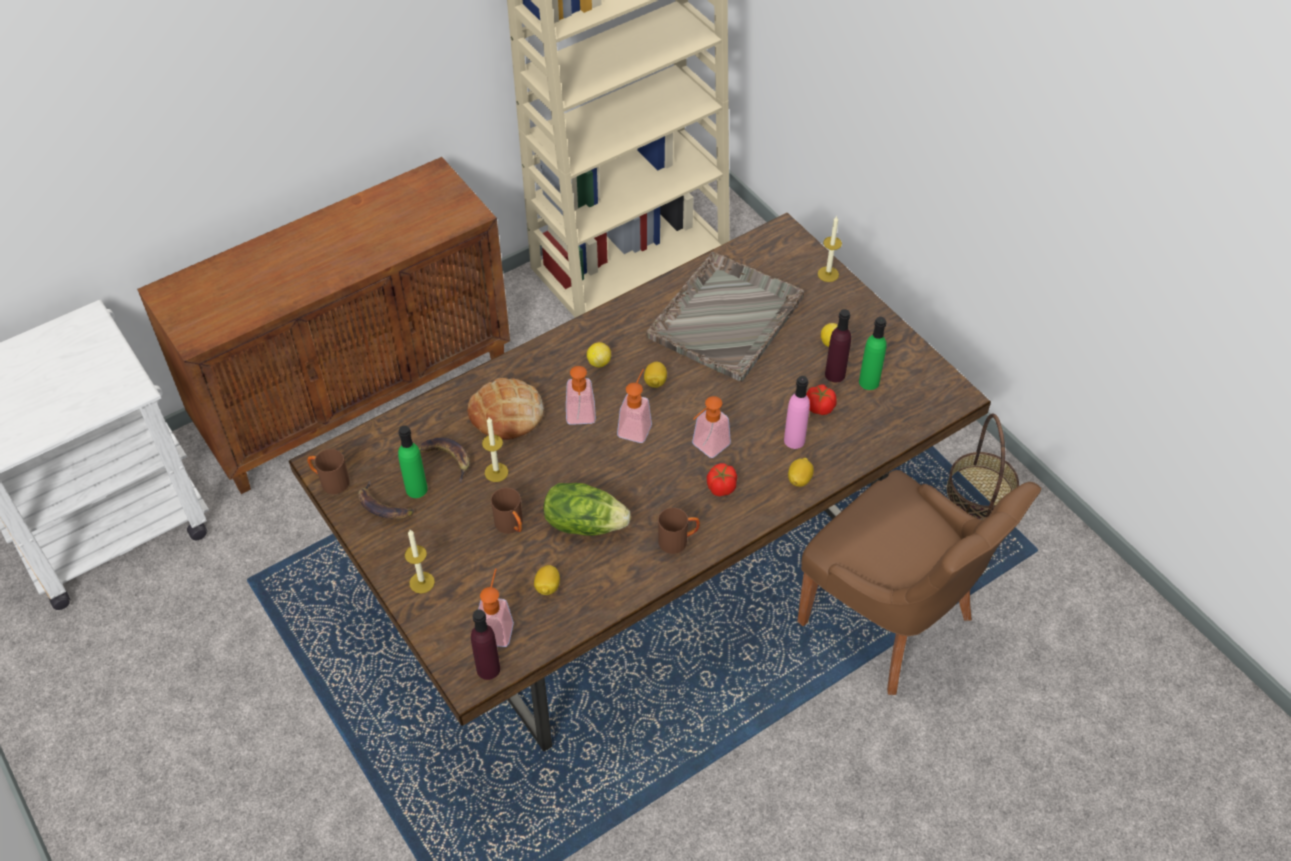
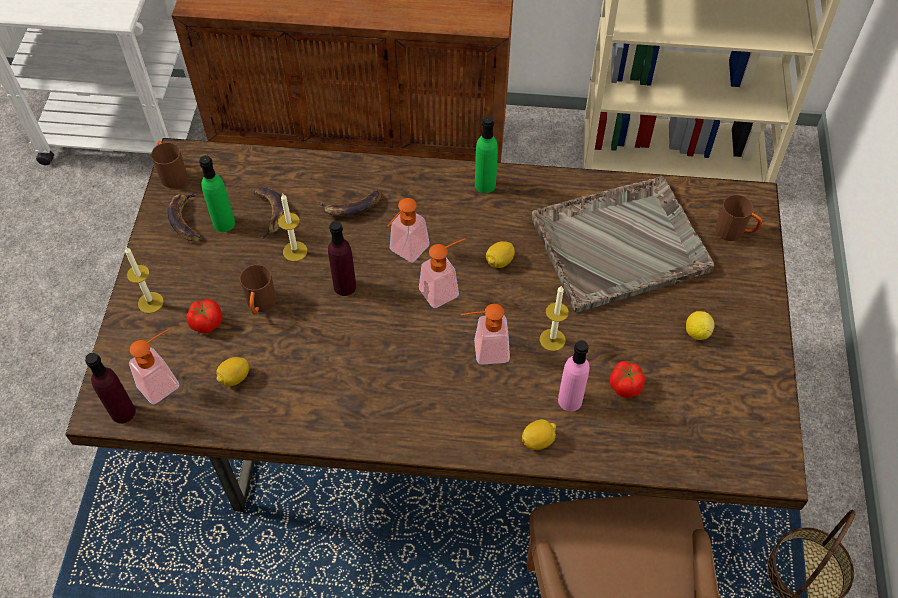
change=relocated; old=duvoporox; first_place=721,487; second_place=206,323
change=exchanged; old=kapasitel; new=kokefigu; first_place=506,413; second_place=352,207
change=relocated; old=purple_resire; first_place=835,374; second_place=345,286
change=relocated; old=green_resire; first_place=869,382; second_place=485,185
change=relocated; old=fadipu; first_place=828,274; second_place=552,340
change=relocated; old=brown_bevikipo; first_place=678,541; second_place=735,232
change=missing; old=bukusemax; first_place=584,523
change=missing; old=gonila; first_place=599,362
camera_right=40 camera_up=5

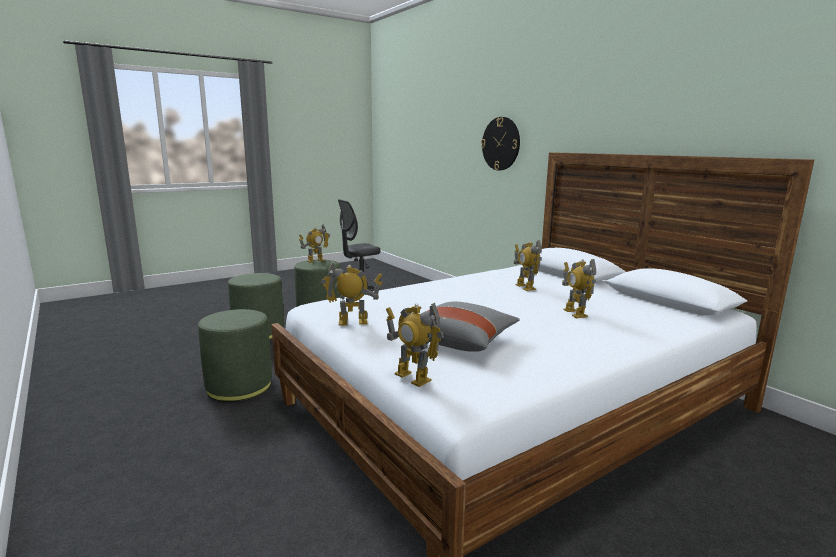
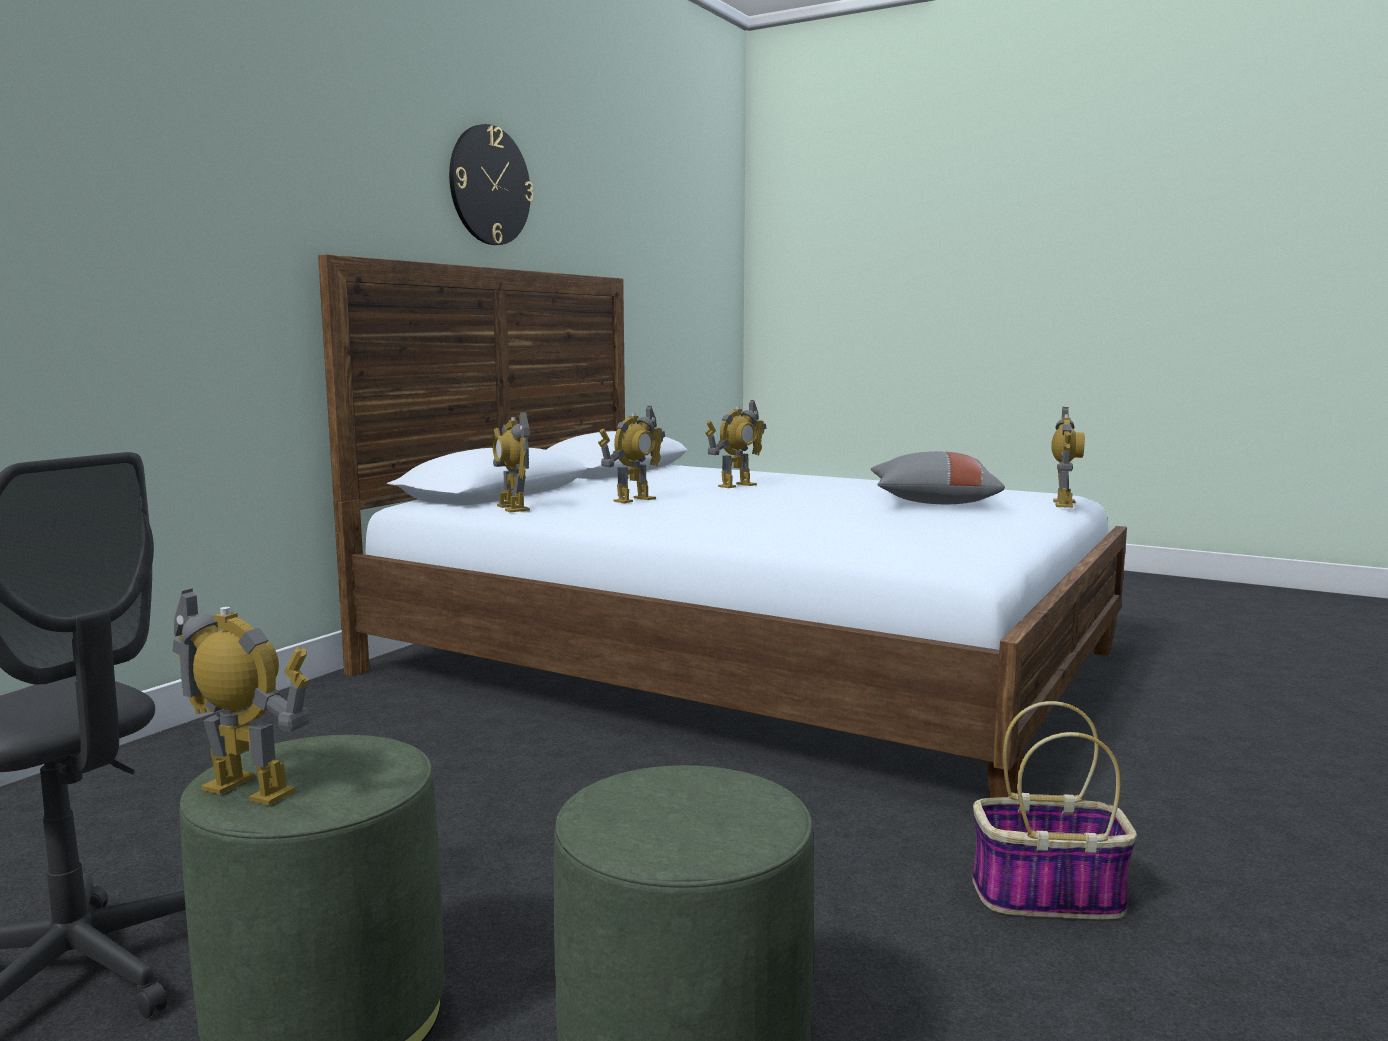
change=relocated; old=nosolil; first_place=501,143; second_place=489,185
change=relocated; old=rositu; first_place=352,322; second_place=512,508
change=exchanged; old=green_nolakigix; new=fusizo; first_place=239,386; second_place=1046,897
camera_right=-115 camera_up=-5

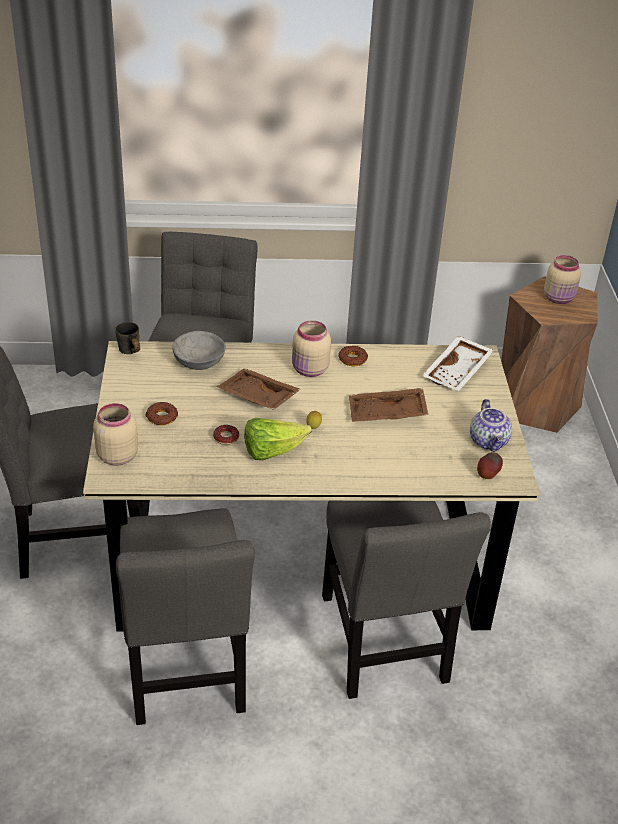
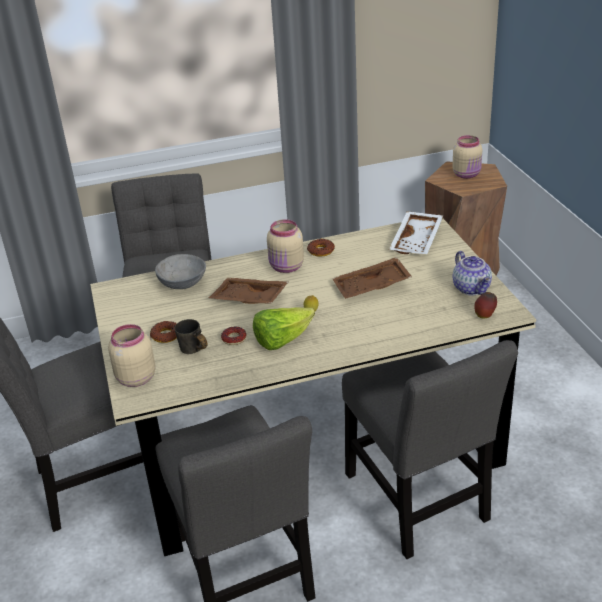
change=relocated; old=grey_bevikipo; first_place=128,353; second_place=192,352
camera_right=-10 camera_up=-5

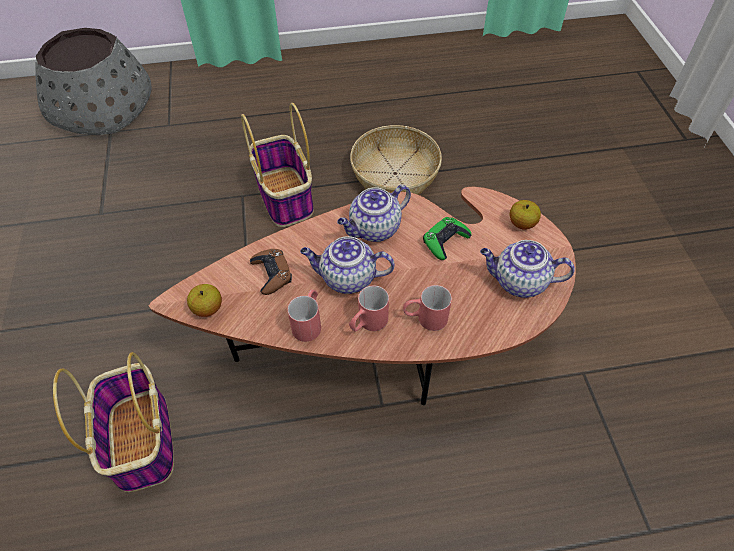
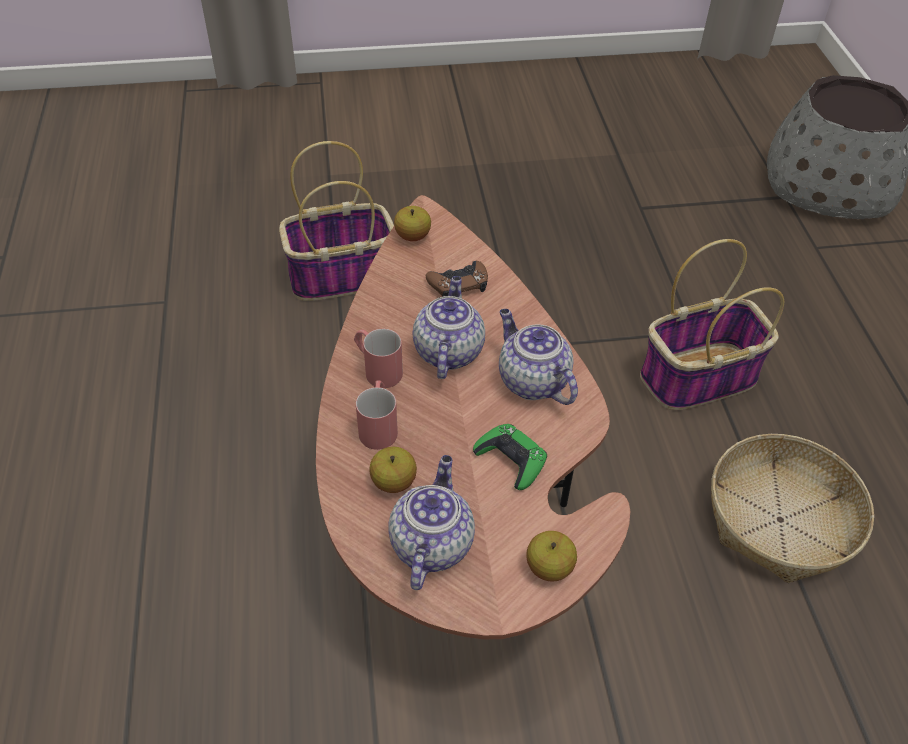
change=appeared; new=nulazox; second_place=393,482
change=missing; old=red_bevikipo; first_place=309,322
camera_right=90 camera_up=-5

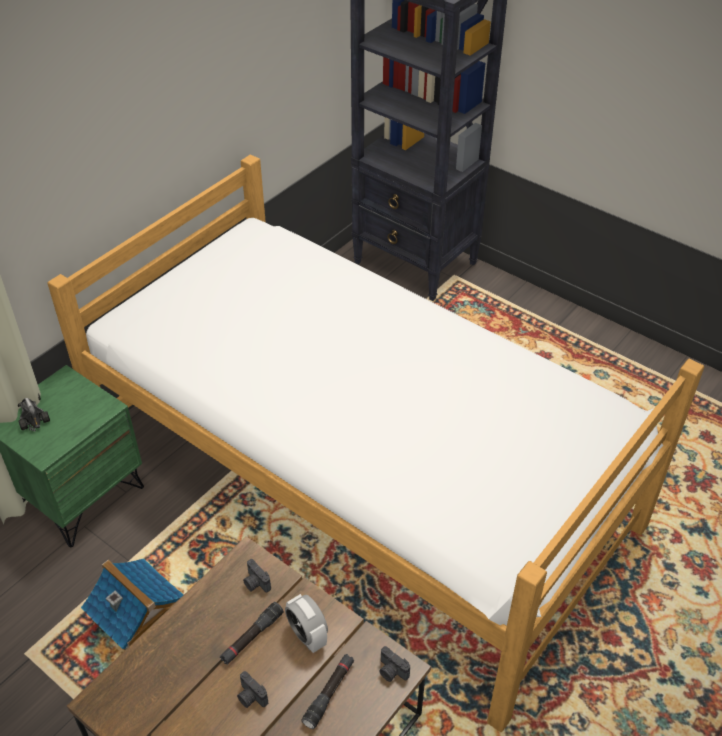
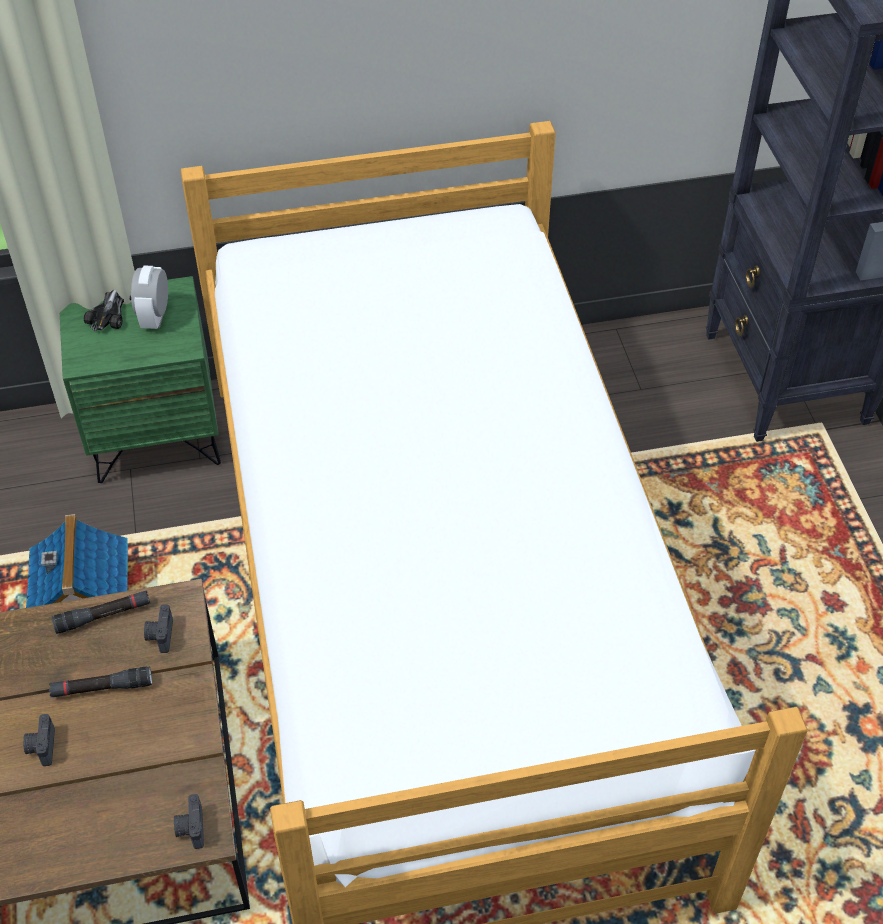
change=relocated; old=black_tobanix; first_place=329,693; second_place=103,616
change=relocated; old=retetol; first_place=307,635; second_place=155,316
camera_right=40 camera_up=5

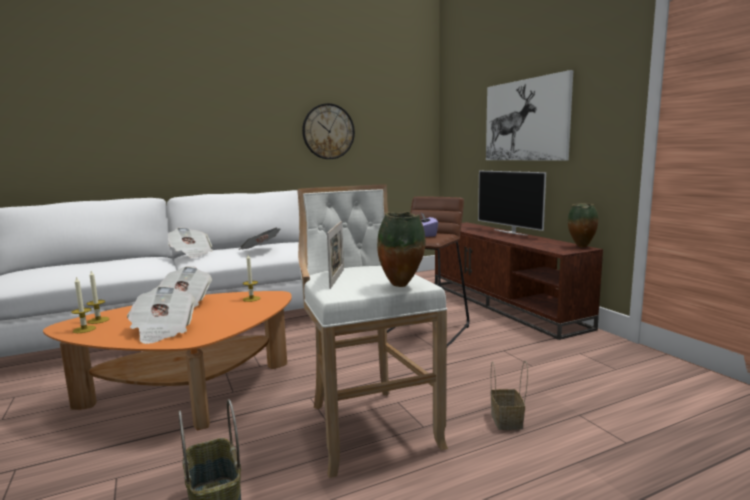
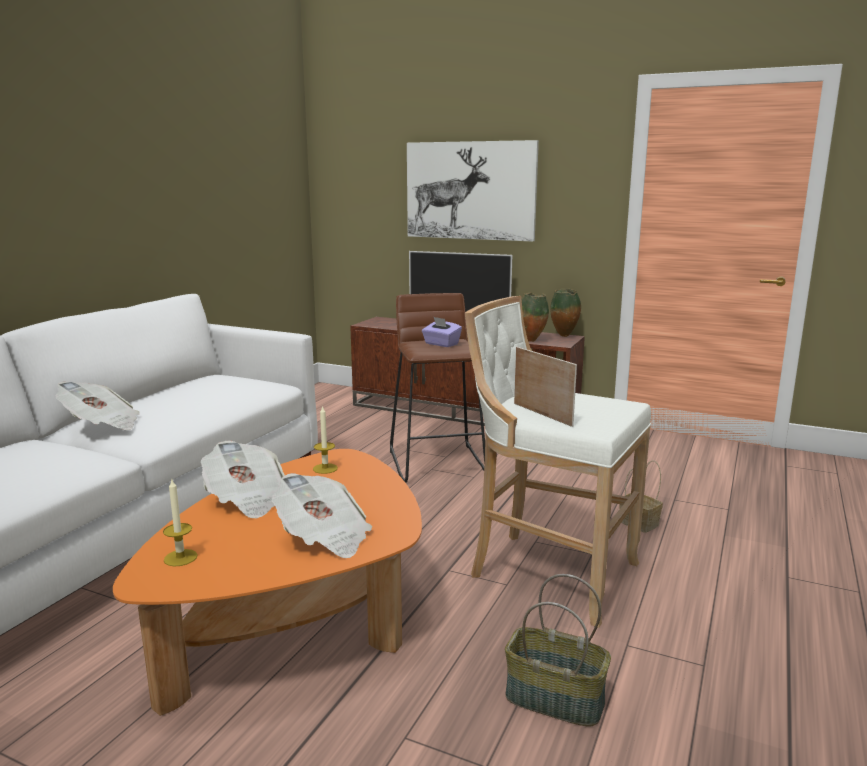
change=relocated; old=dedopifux; first_place=402,286; second_place=531,341
change=missing; old=fadipu; first_place=84,329
change=missing; old=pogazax; first_place=260,250
change=missing; old=nosolil; first_place=328,131
camera_right=-40 camera_up=5

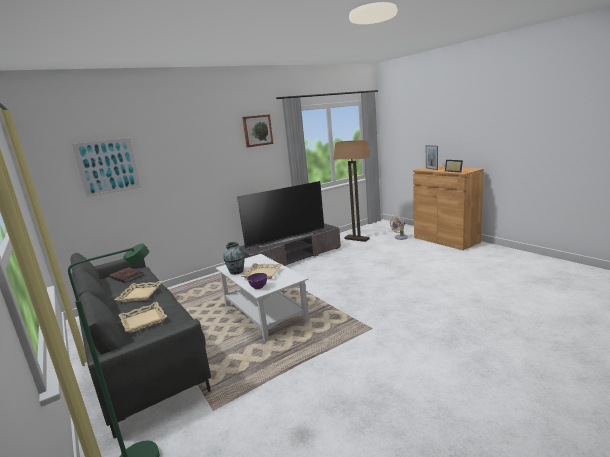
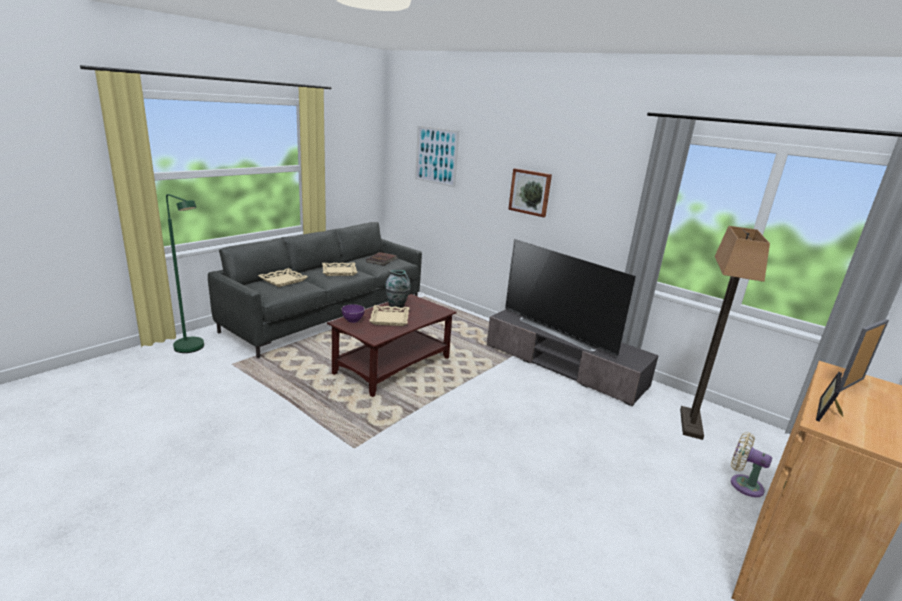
change=colour; old=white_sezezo; new=brown_sezezo; first_place=264,313; second_place=393,365
change=relocated; old=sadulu; first_place=257,130; second_place=530,192
camera_right=70 camera_up=5

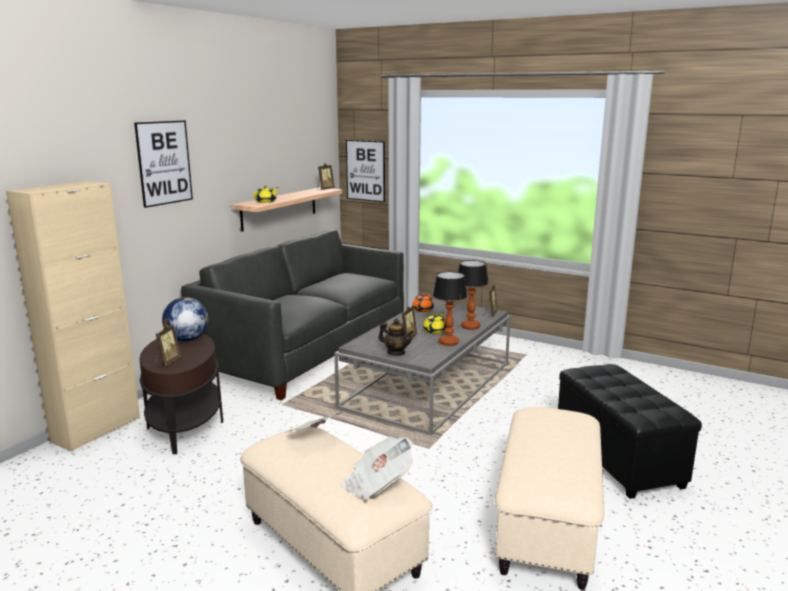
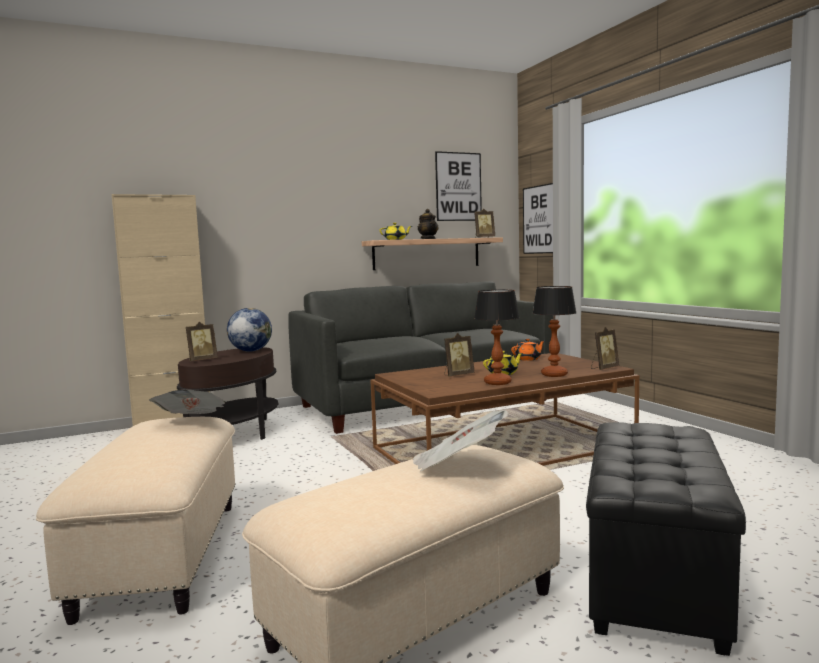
change=colour; old=grey_sezezo; new=brown_sezezo; first_place=428,384; second_place=504,447
change=relocated; old=pogazax; first_place=377,484; second_place=457,465
change=relocated; old=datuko; first_place=396,352; second_place=428,239
change=relocated; old=sadulu; first_place=164,163; second_place=458,186
camera_right=35 camera_up=-10

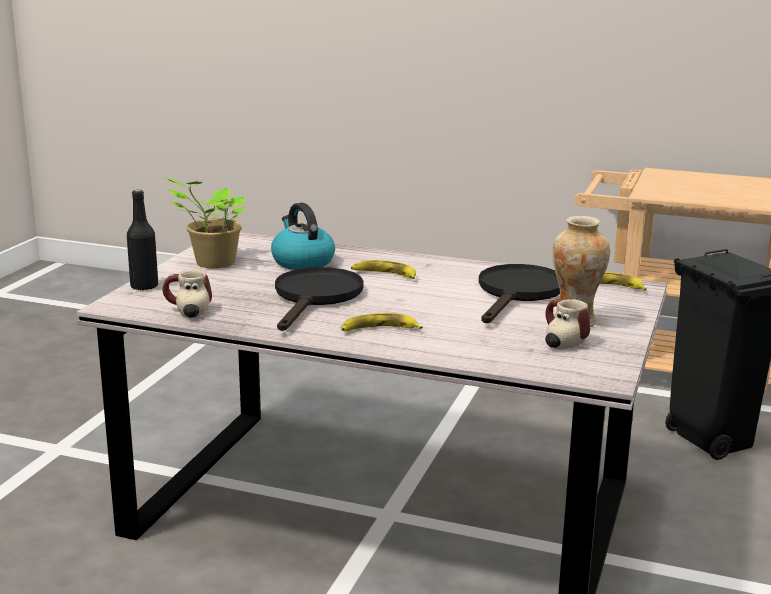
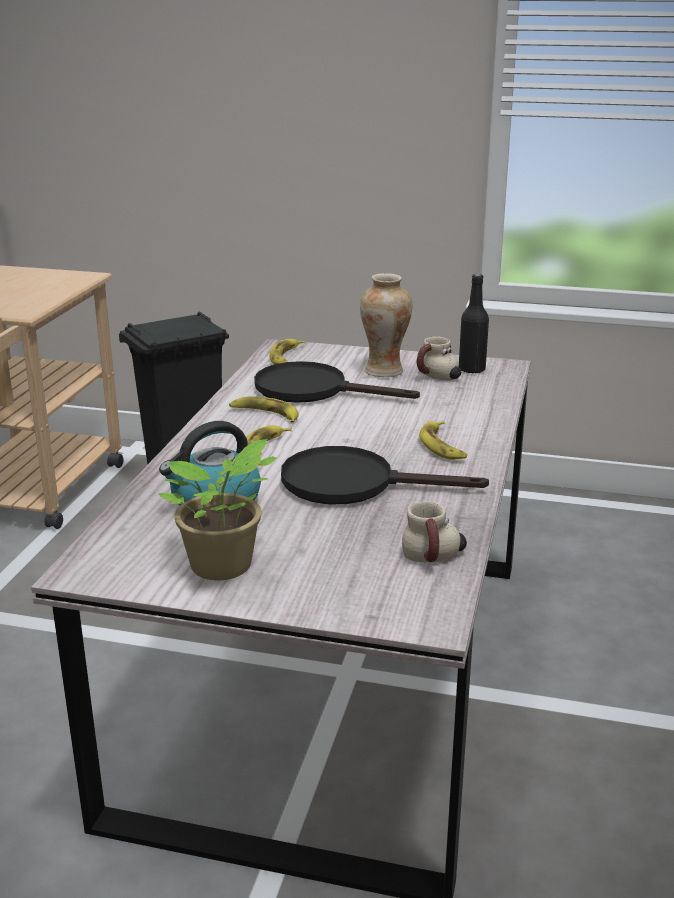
change=appeared; new=kokefigu; second_place=266,414
change=relocated; old=black_resire; first_place=144,286; second_place=471,369
camera_right=-95 camera_up=5

